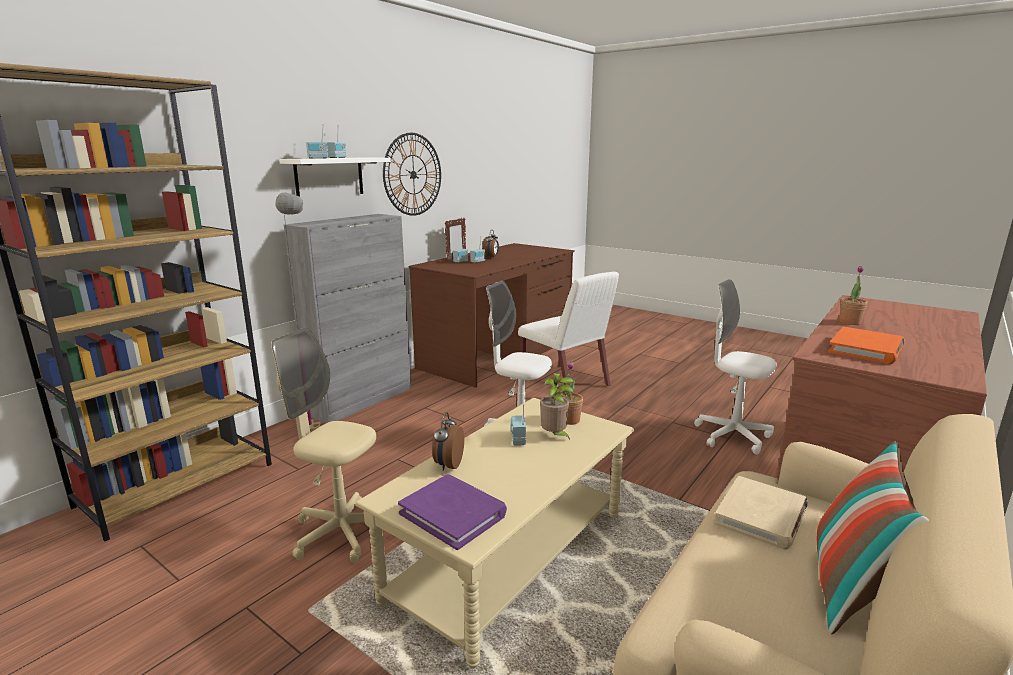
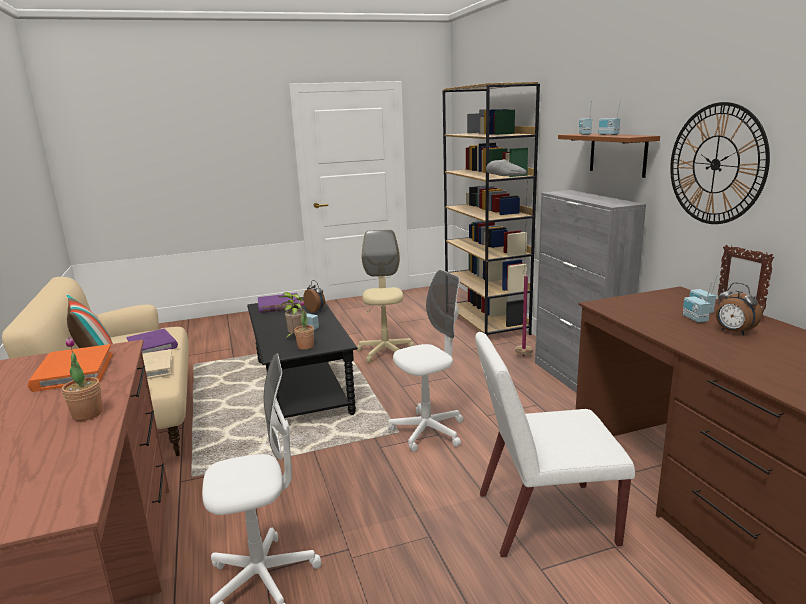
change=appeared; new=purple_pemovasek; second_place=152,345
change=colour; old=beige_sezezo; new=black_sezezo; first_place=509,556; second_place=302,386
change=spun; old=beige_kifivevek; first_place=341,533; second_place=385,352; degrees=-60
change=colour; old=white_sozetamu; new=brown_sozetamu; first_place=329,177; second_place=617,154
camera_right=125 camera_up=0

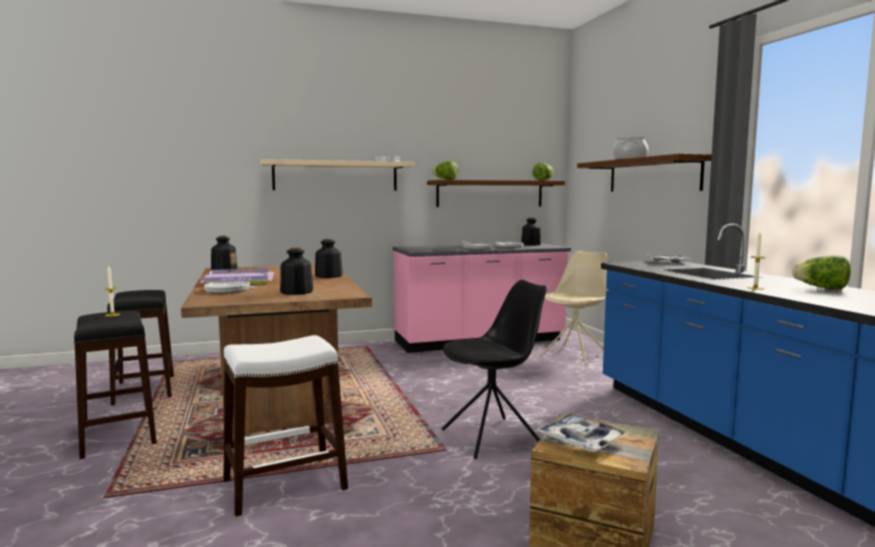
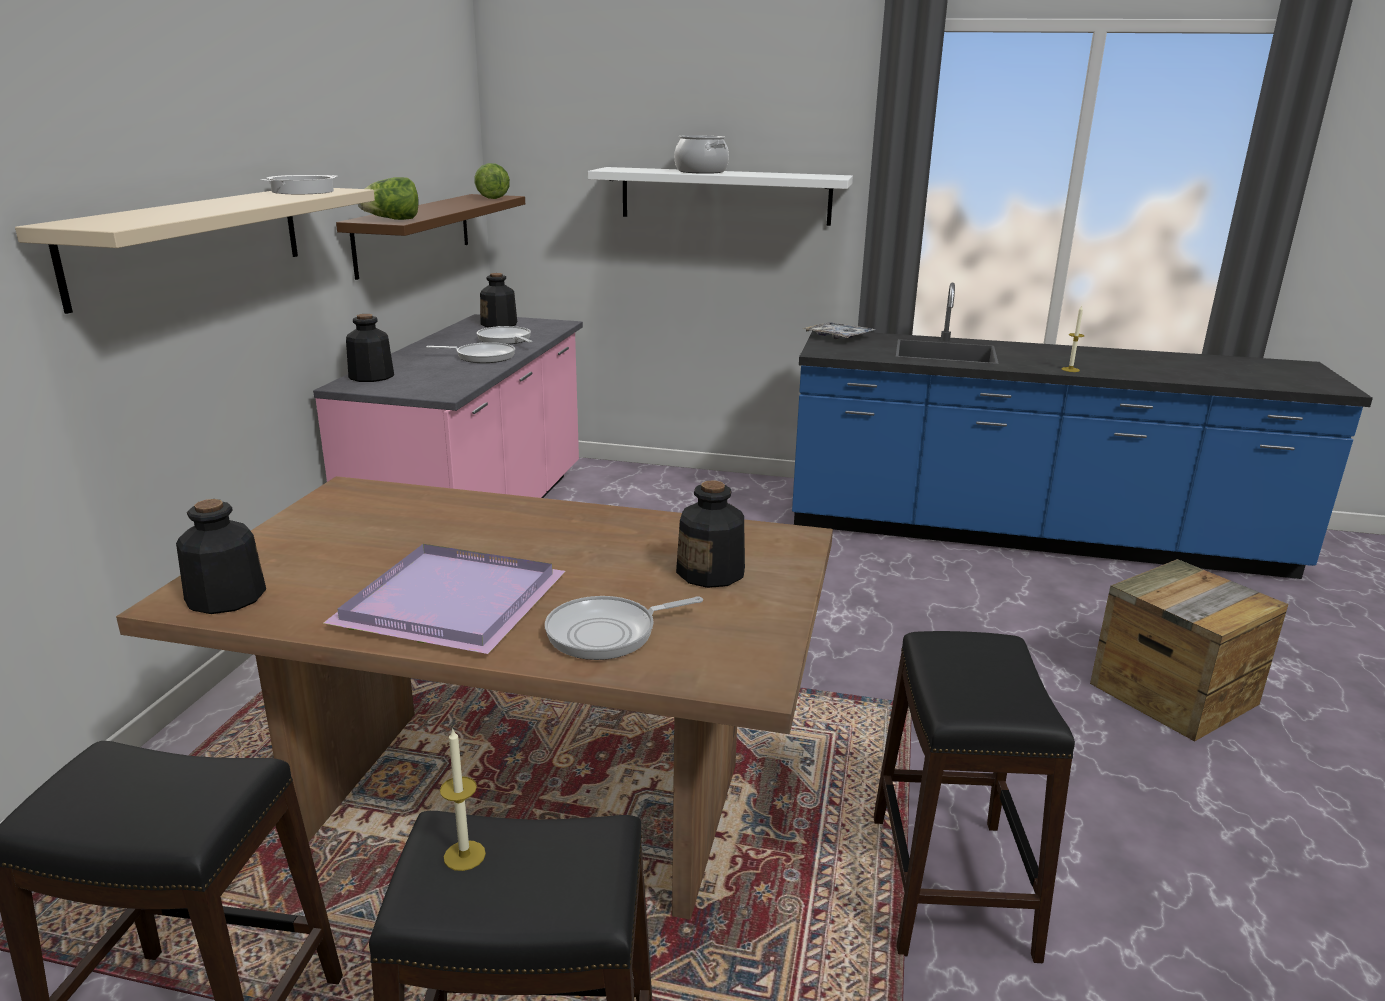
change=relocated; old=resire; first_place=328,276; second_place=371,376
change=colour; old=brown_sozetamu; new=white_sozetamu; first_place=652,175; second_place=725,196
change=colour; old=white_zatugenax; new=black_zatugenax; first_place=285,485; second_place=951,884
change=missing; old=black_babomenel; first_place=493,437
change=missing; old=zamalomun; first_place=581,441
change=missing; old=beige_babomenel; first_place=575,355
change=missing; old=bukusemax; first_place=821,288
camera_right=-60 camera_up=15

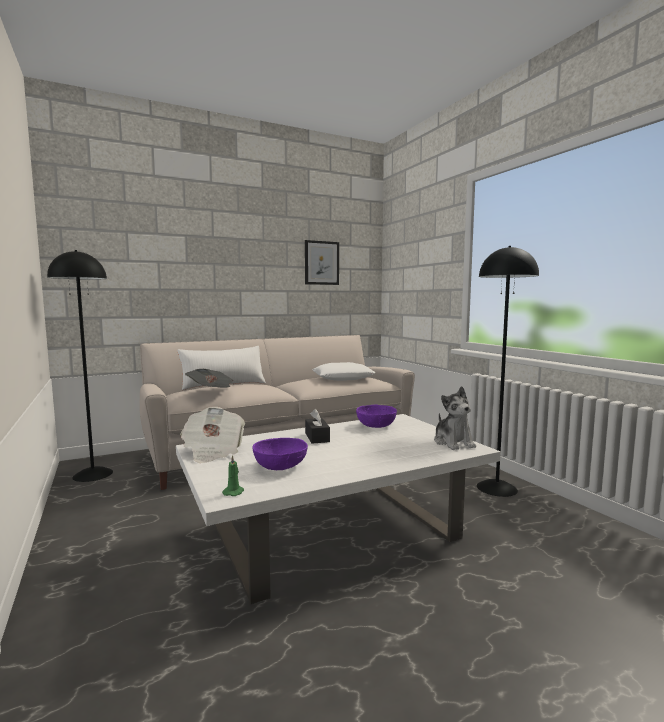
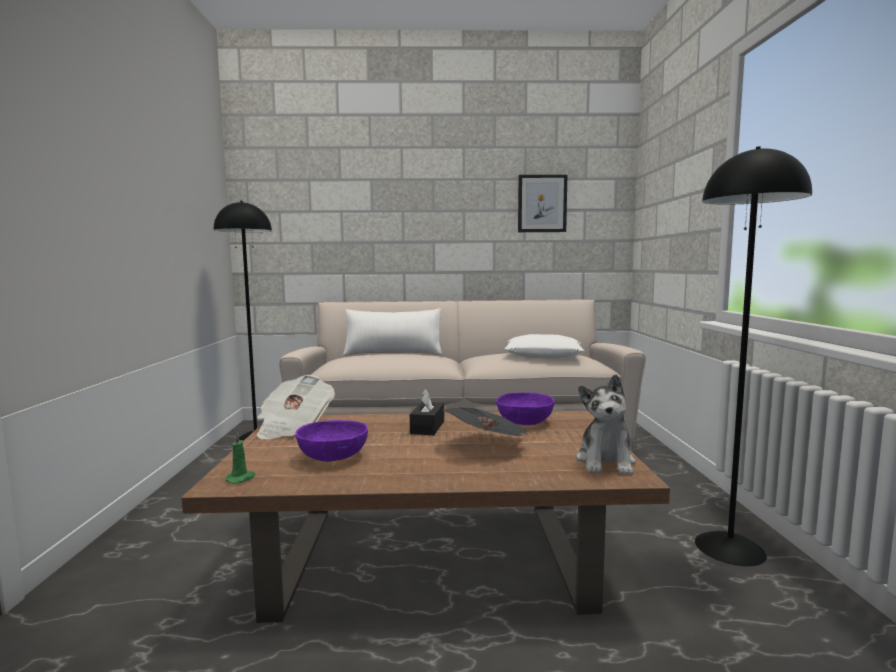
change=colour; old=white_sezezo; new=brown_sezezo; first_place=335,530; second_place=433,555
change=relocated; old=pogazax; first_place=212,392; second_place=489,446
camera_right=25 camera_up=0

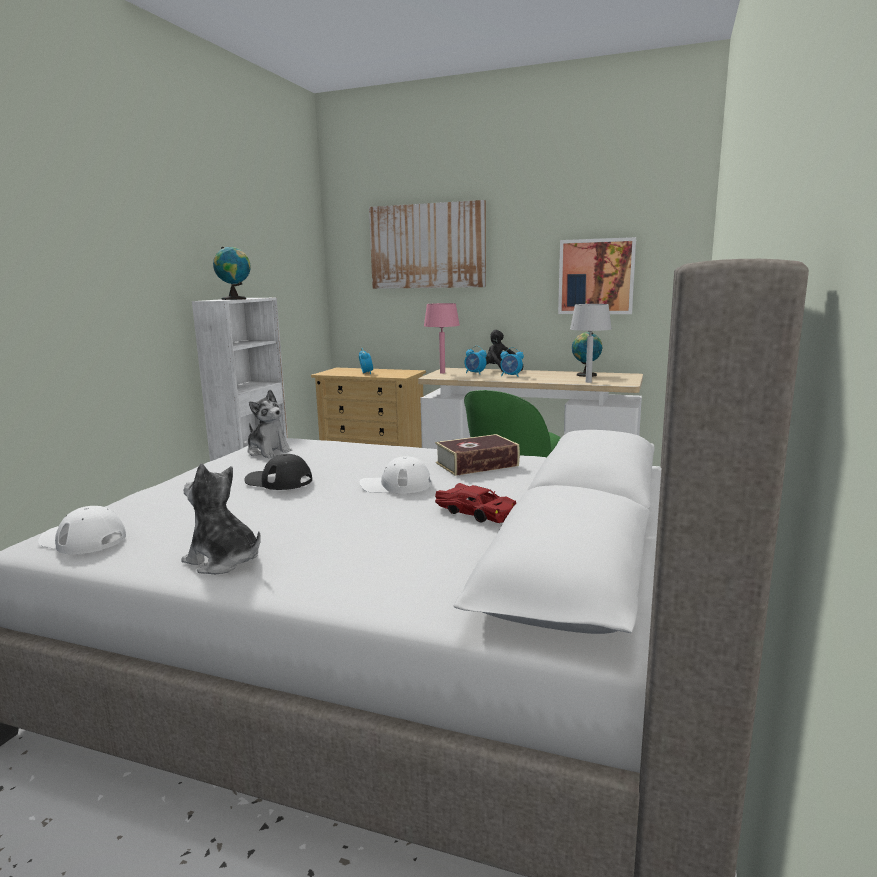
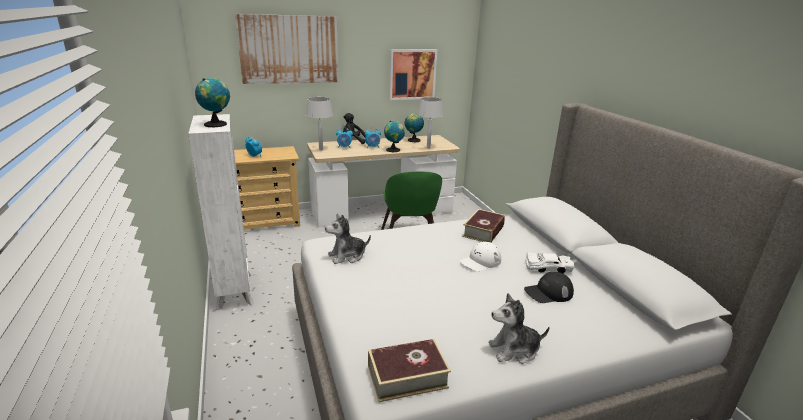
change=colour; old=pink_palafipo; new=grey_palafipo; first_place=442,373; second_place=320,149
change=spun; old=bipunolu; first_place=269,452; second_place=347,256; degrees=150
change=exchanged; old=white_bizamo; new=pemovasek; first_place=83,540; second_place=407,376
change=appeared; new=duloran; second_place=394,150
change=relocated; old=black_bizamo; first_place=278,481; second_place=548,292
change=colour; old=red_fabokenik; new=white_fabokenik; first_place=475,513; second_place=548,268
camera_right=-40 camera_up=10

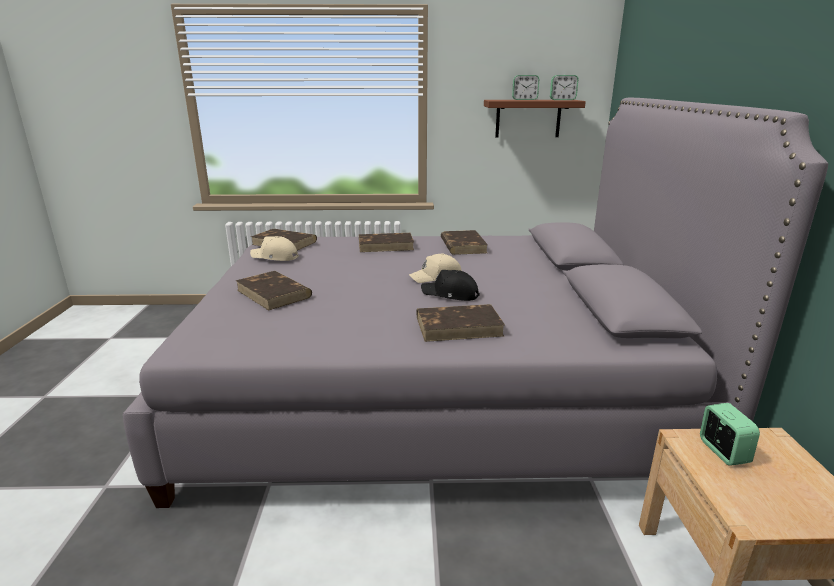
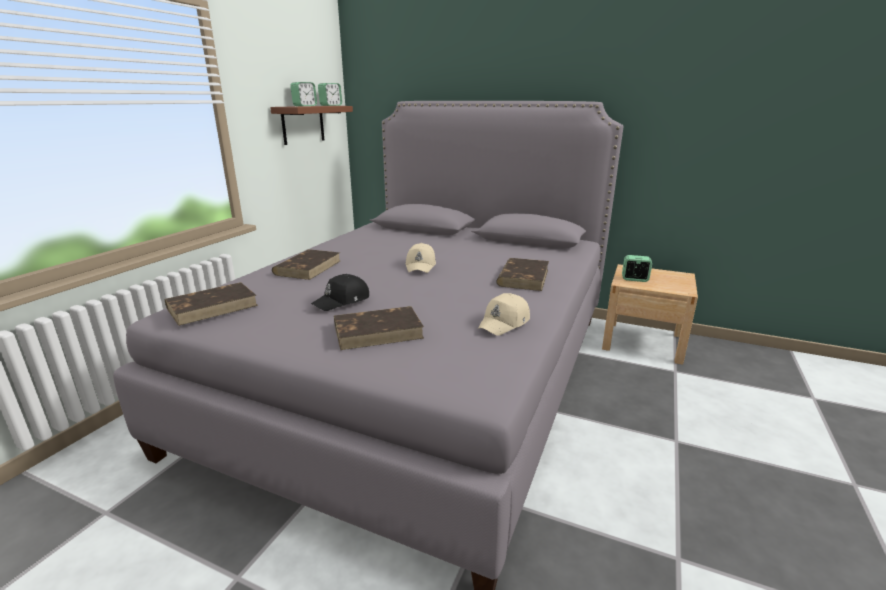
change=relocated; old=black_bizamo; first_place=450,294; second_place=342,301
change=relocated; old=beige_bizamo; first_place=274,257; second_place=504,323
change=missing; old=brown_pemovasek; first_place=463,245
camera_right=-65 camera_up=0

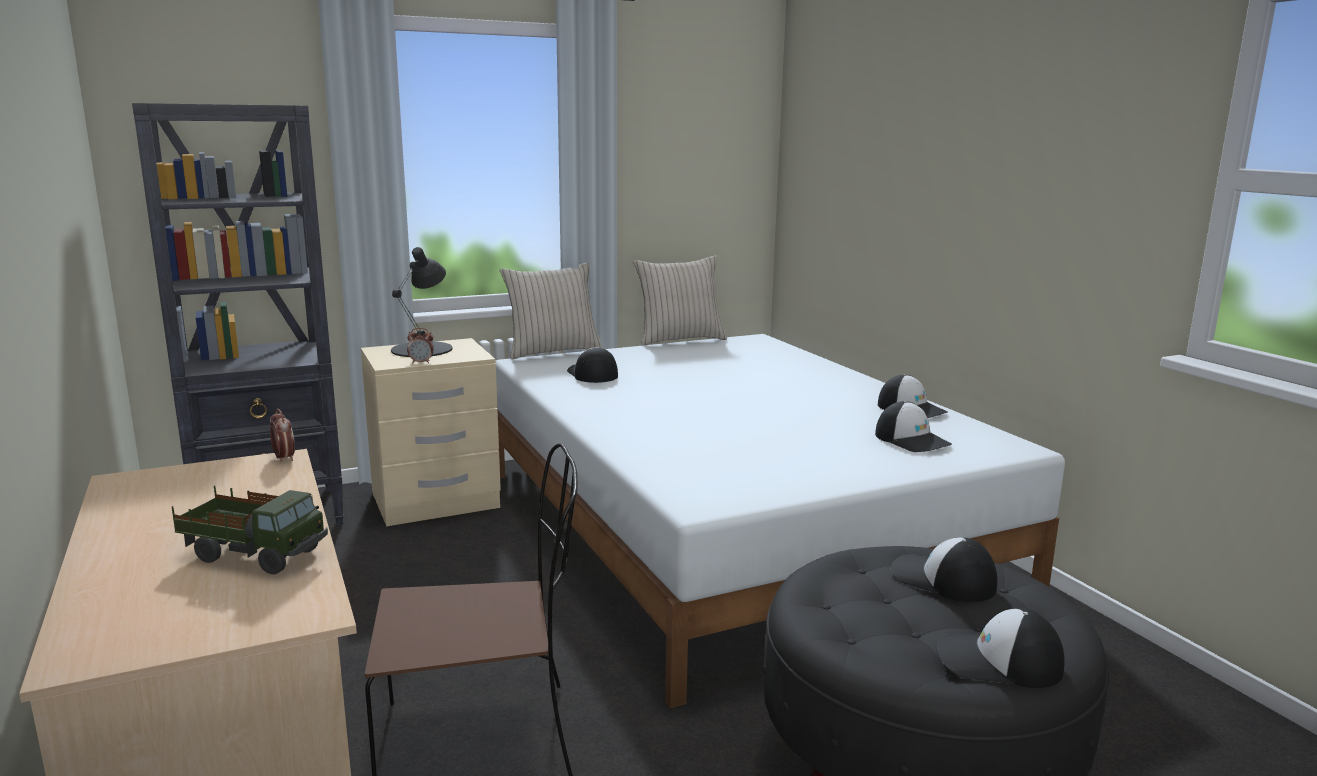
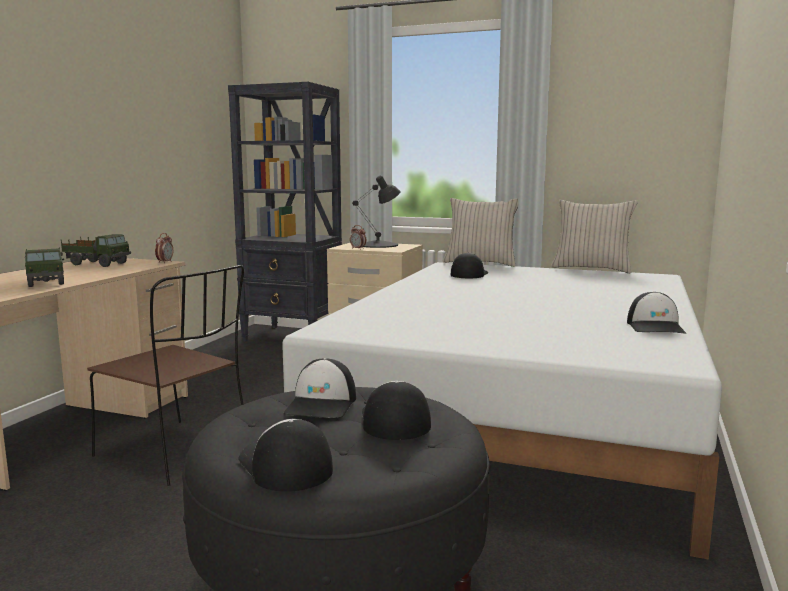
change=appeared; new=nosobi; second_place=97,264
change=relocated; old=bizamo; first_place=912,440; second_place=322,404
camera_right=45 camera_up=-5

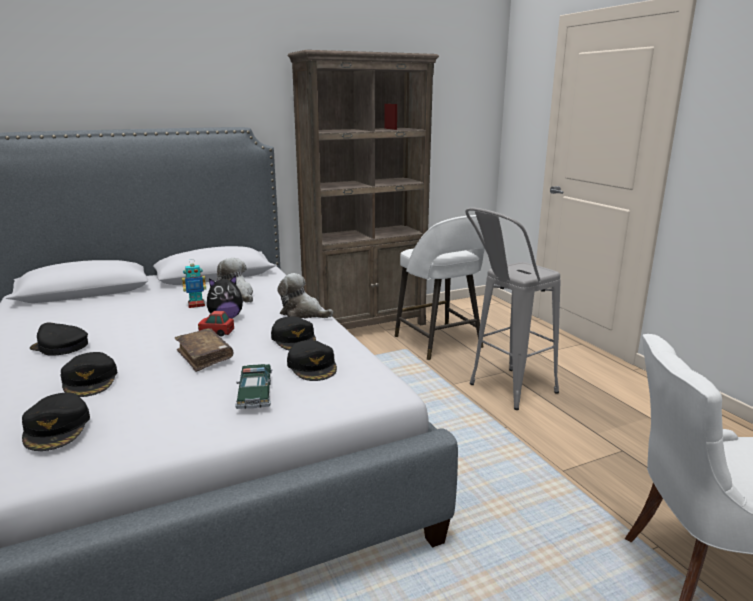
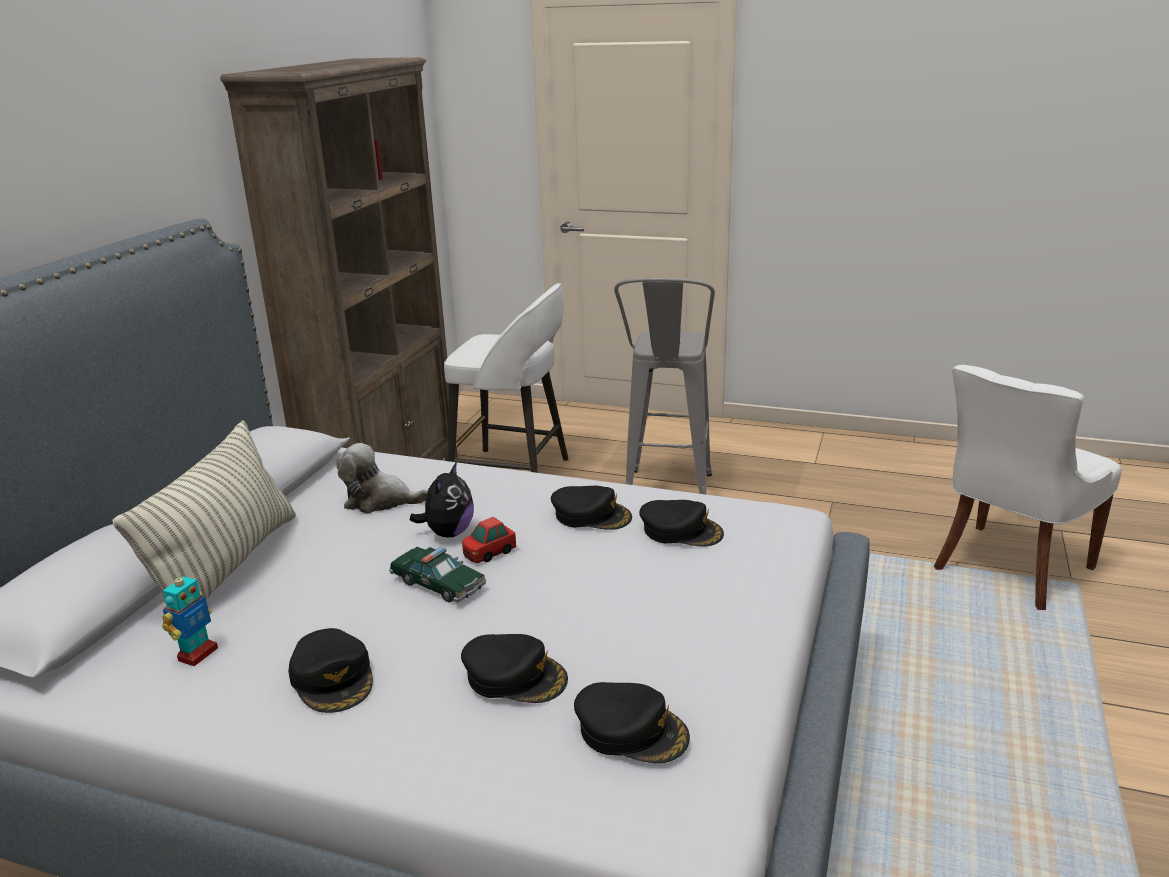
change=appeared; new=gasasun; second_place=228,567
change=relocated; old=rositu; first_place=196,305; second_place=197,654
change=spun; old=black_bizamo; first_place=60,346; second_place=333,678; degrees=-90
change=relocated; old=fabokenik; first_place=255,394; second_place=438,584
change=missing; old=brown_pemovasek; first_place=204,356
change=missing; old=bipunolu; first_place=303,313
camera_right=-45 camera_up=5

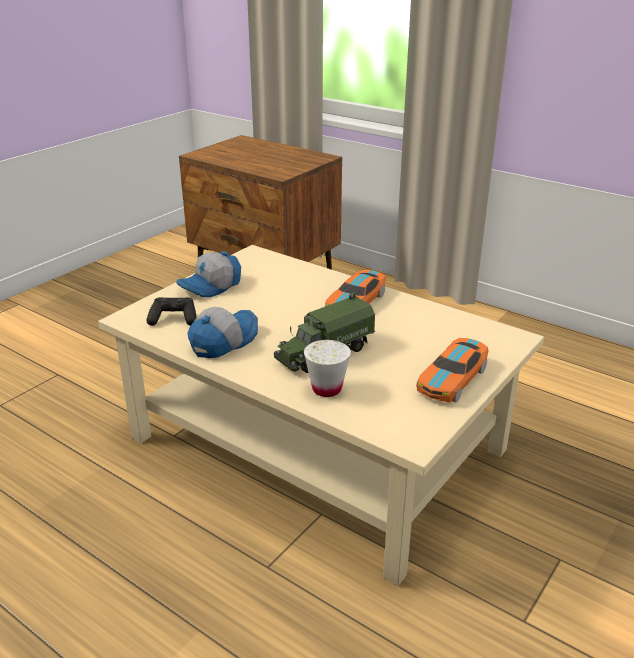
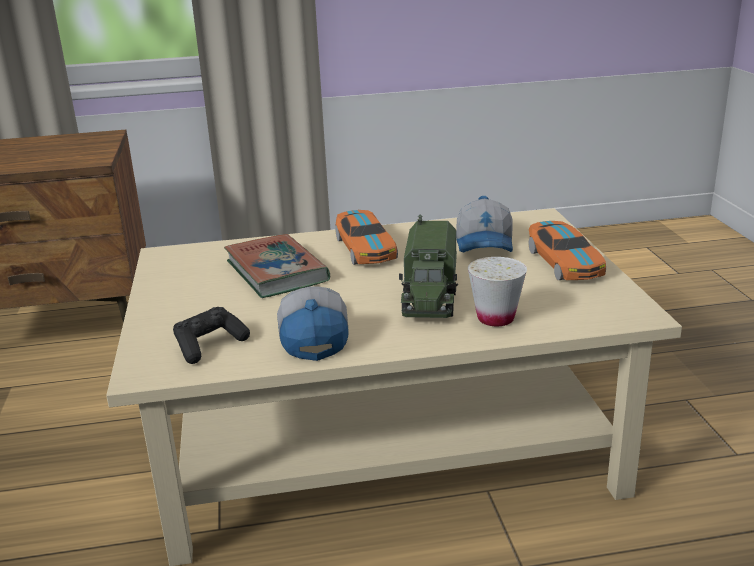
change=appeared; new=pemovasek; second_place=276,272
change=relocated; old=bizamo; first_place=211,286; second_place=486,244
camera_right=-45 camera_up=-5

